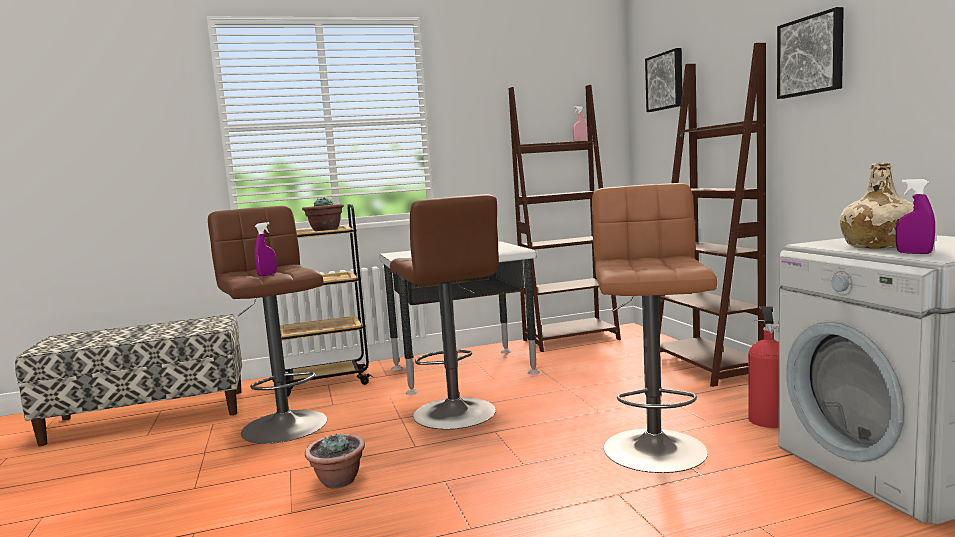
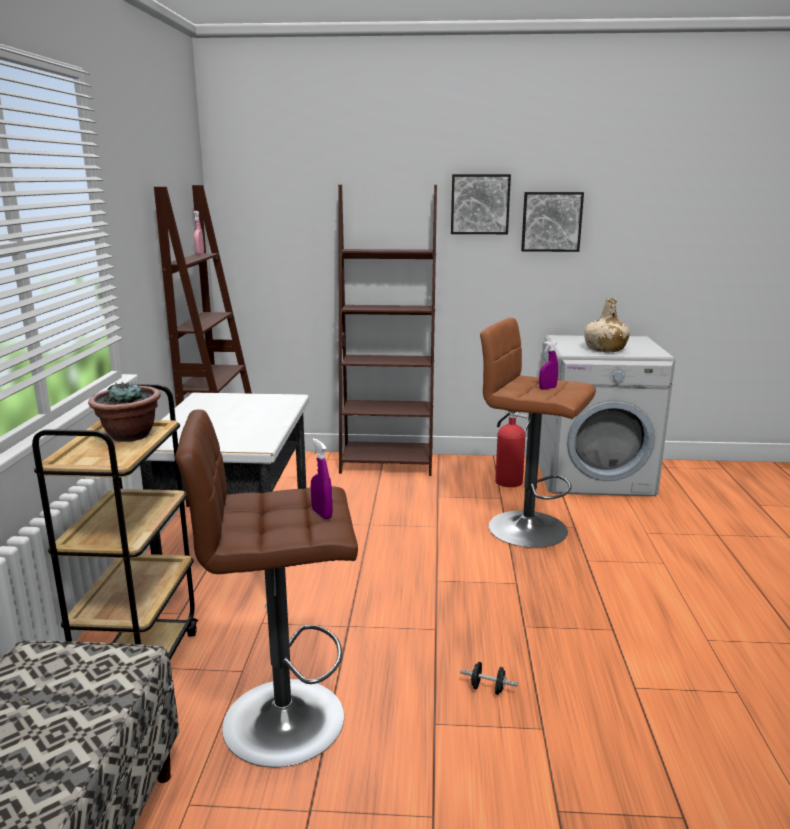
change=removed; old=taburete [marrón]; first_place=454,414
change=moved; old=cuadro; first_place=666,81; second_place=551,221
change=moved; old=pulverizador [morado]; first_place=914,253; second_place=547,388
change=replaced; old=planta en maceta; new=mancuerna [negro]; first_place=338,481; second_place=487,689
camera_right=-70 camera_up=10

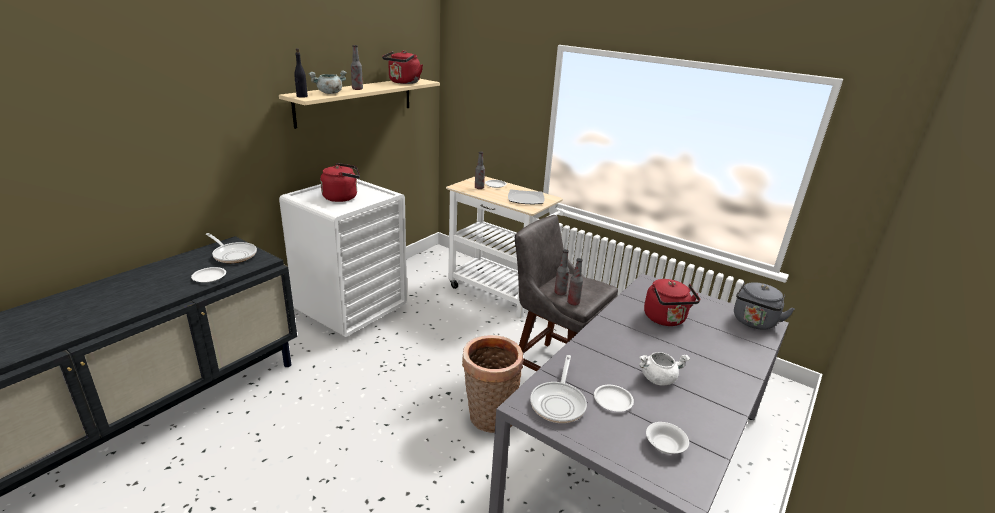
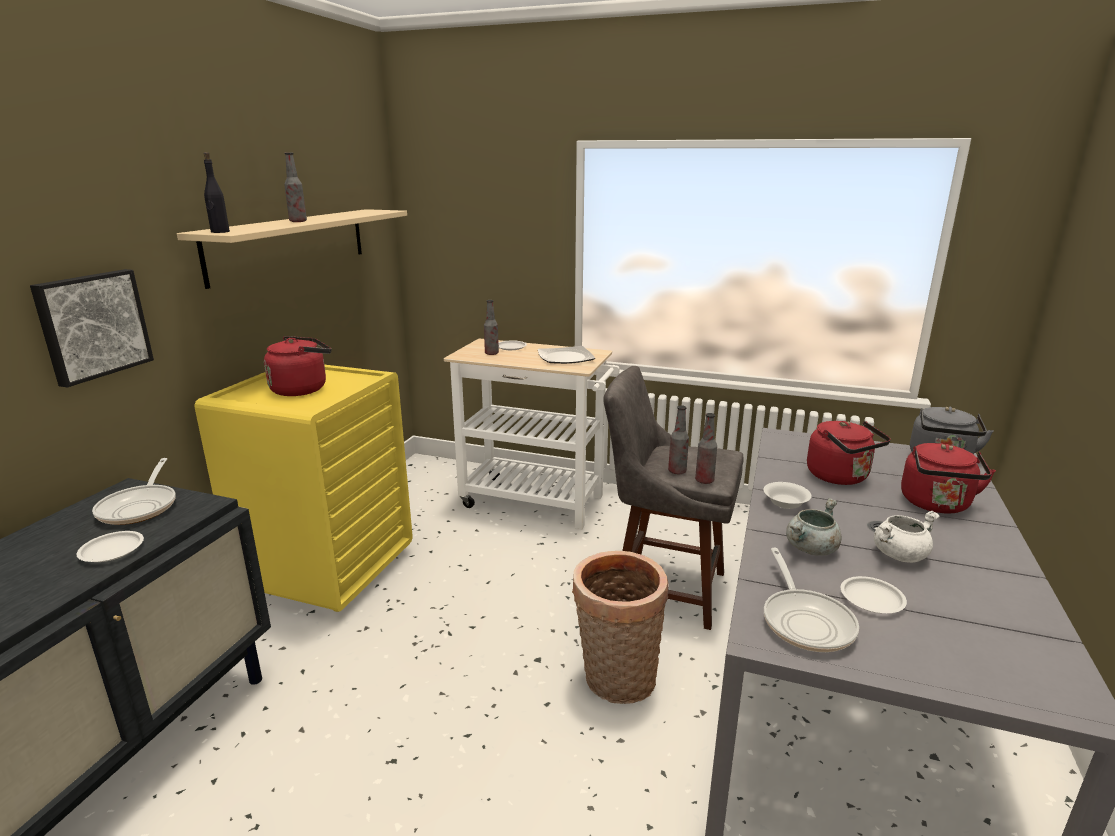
change=added; new=cuadro; second_place=92,325
change=moved; old=olla [gris]; first_place=329,93; second_place=811,549
change=moved; old=hervidor [rojo]; first_place=403,82; second_place=936,505
change=moved; old=cuenco [blanco]; first_place=665,445; second_place=786,503
change=recoloured; old=cómoda [blanco]; new=cómoda [amarillo]; first_place=352,311; second_place=329,572
change=turned; old=sartén; first_place=233,254; second_place=140,507; degrees=60
camera_right=-15 camera_up=-5

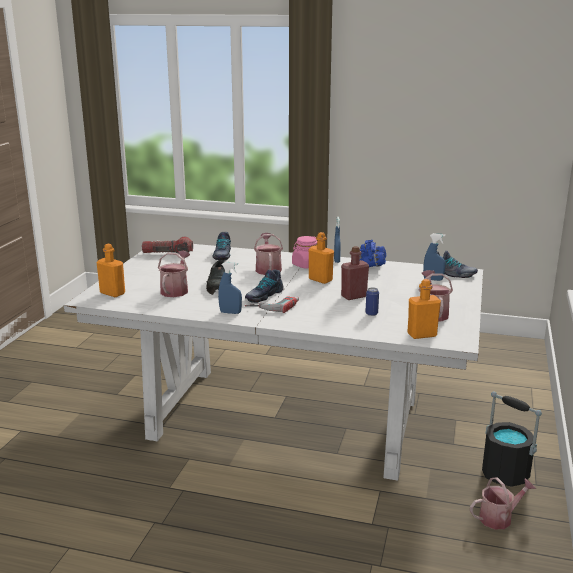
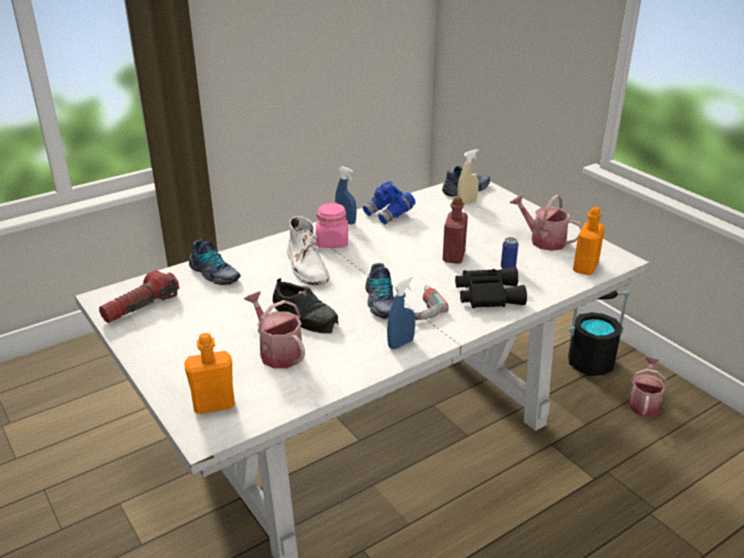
change=removed; old=botella [naranja]; first_place=320,280
change=added; new=prismáticos [negro]; second_place=487,294
change=replaced; old=regadera; new=bota [blanco]; first_place=268,269; second_place=307,267
change=recoloured; old=pulverizador [azul]; new=pulverizador [beis]; first_place=433,279; second_place=467,203
camera_right=-50 camera_up=10

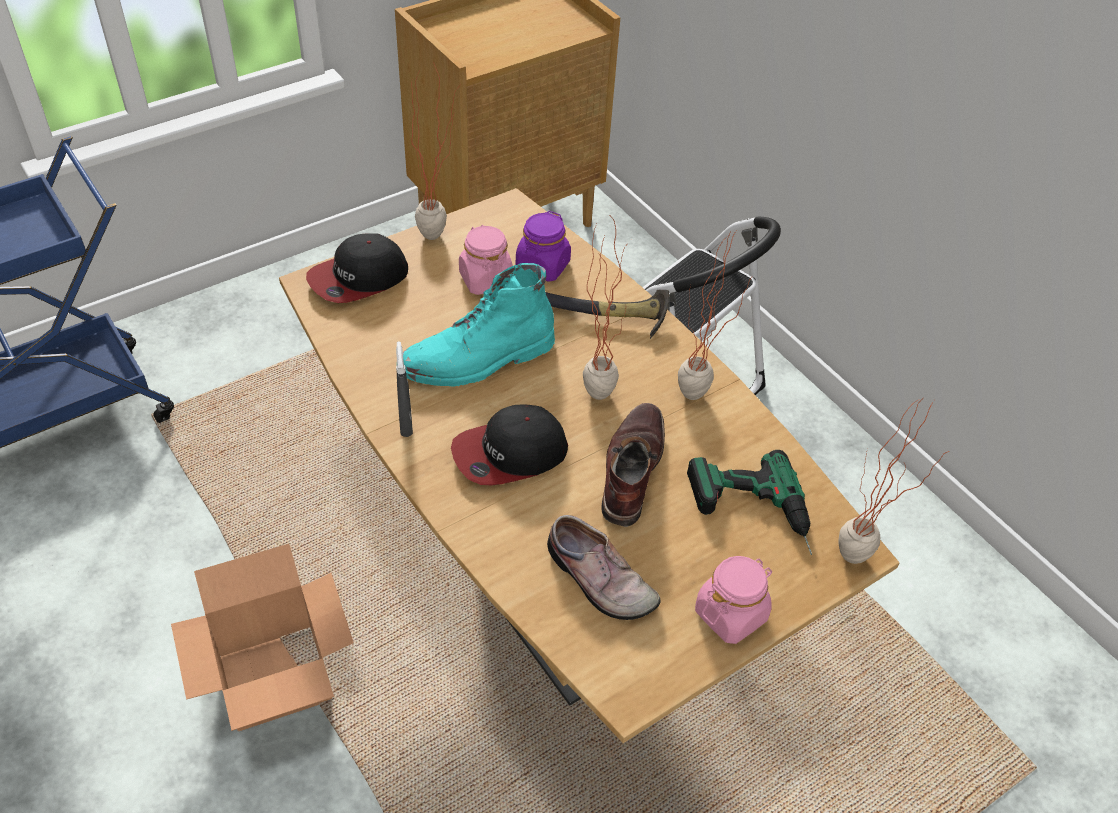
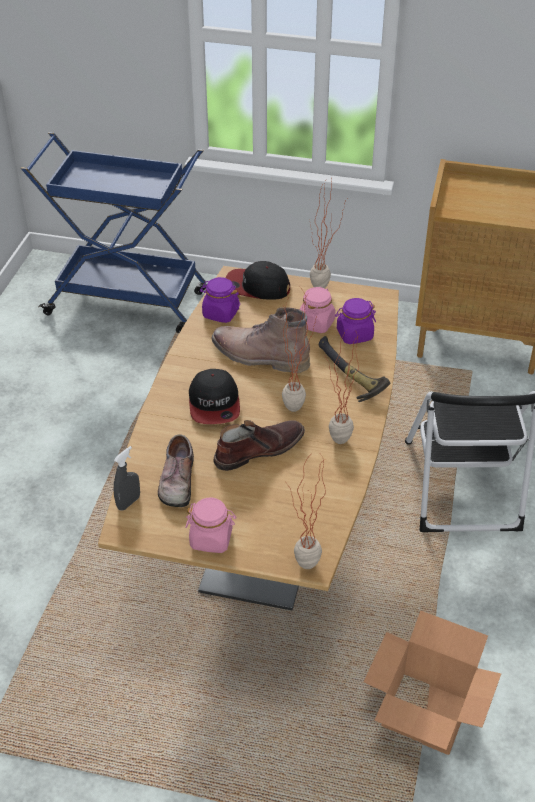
change=removed; old=taladro; first_place=752,514
change=added; new=tarro [morado]; second_place=220,313
change=moved; old=caja de cartón; first_place=277,676; second_place=427,713
change=moved; old=pulverizador [gris]; first_place=406,424; second_place=128,502
change=recoloured; old=bota [turquesa]; new=bota [marrón]; first_place=477,360; second_place=259,356
change=turned; old=gorra; first_place=509,454; second_place=214,404; degrees=-120
camera_right=50 camera_up=-5

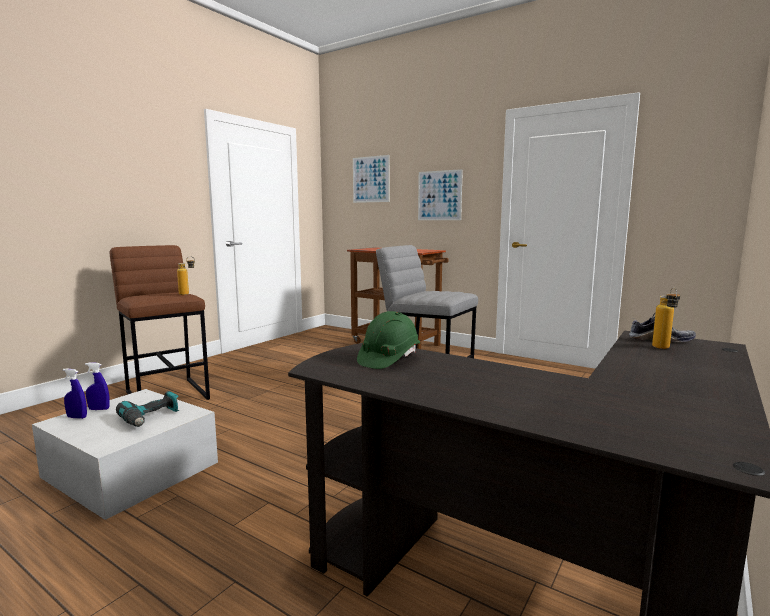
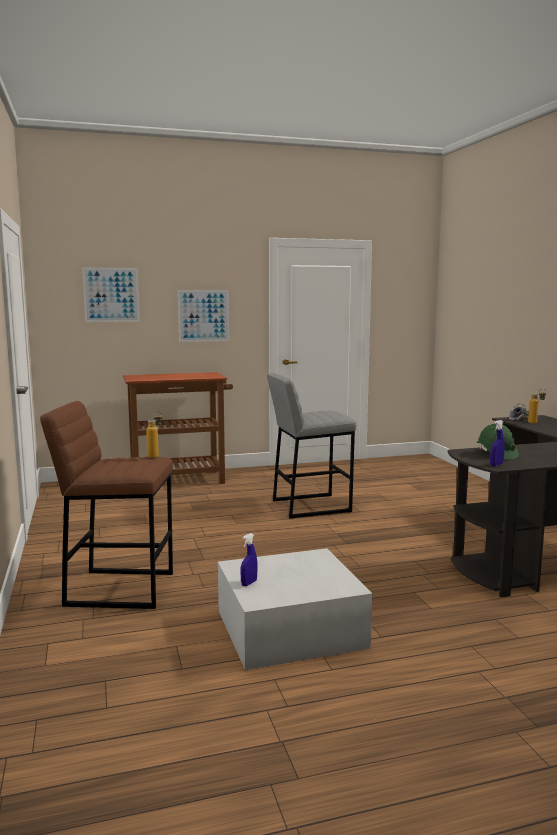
change=removed; old=taladro; first_place=151,418
change=moved; old=pulverizador [azul]; first_place=77,417; second_place=496,465
camera_right=-50 camera_up=0

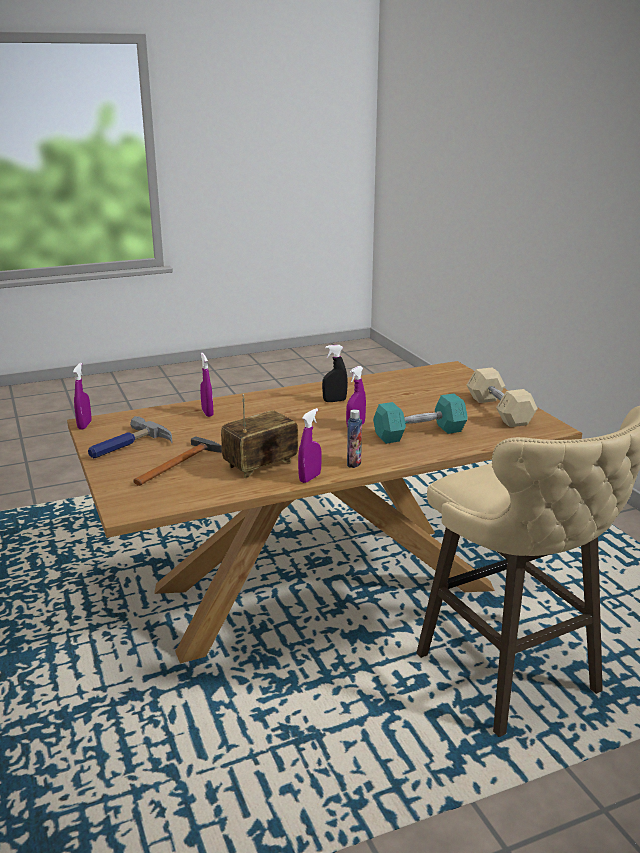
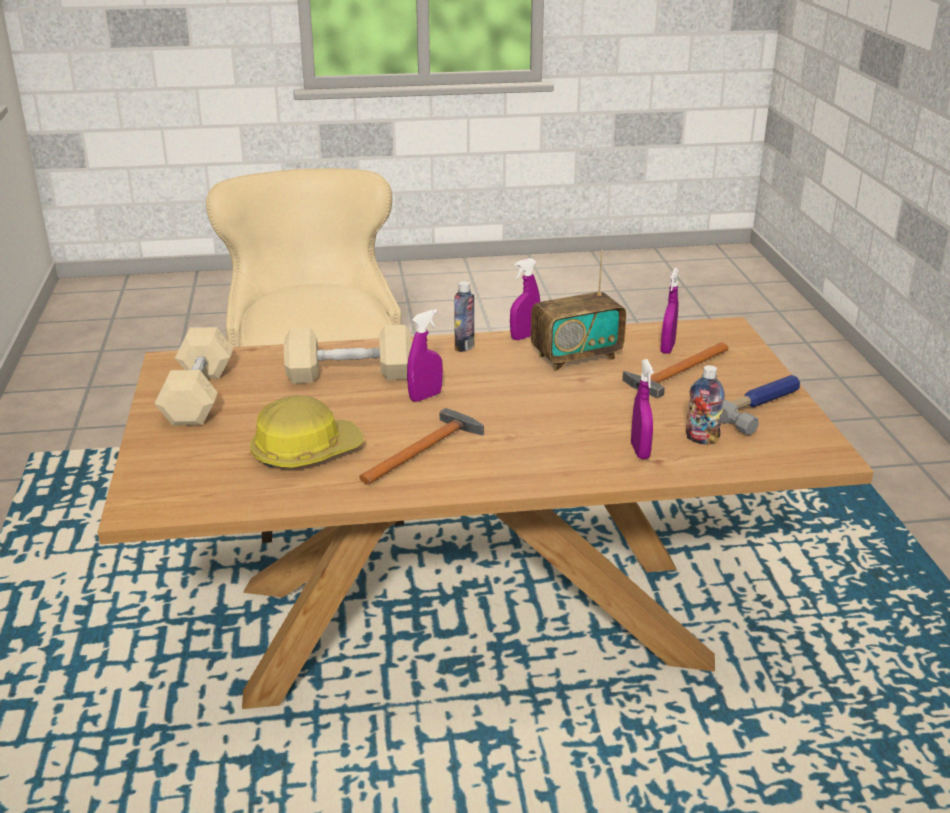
change=added; new=casco; second_place=305,451
change=added; new=botella; second_place=702,439
change=moved; old=pulverizador [morado]; first_place=84,425; second_place=667,348
change=replaced; old=pulverizador [negro]; new=martillo; first_place=334,401; second_place=424,449
change=recoloured; old=mancuerna [turquesa]; new=mancuerna [beis]; first_place=419,433; second_place=350,375
camera_right=-165 camera_up=5

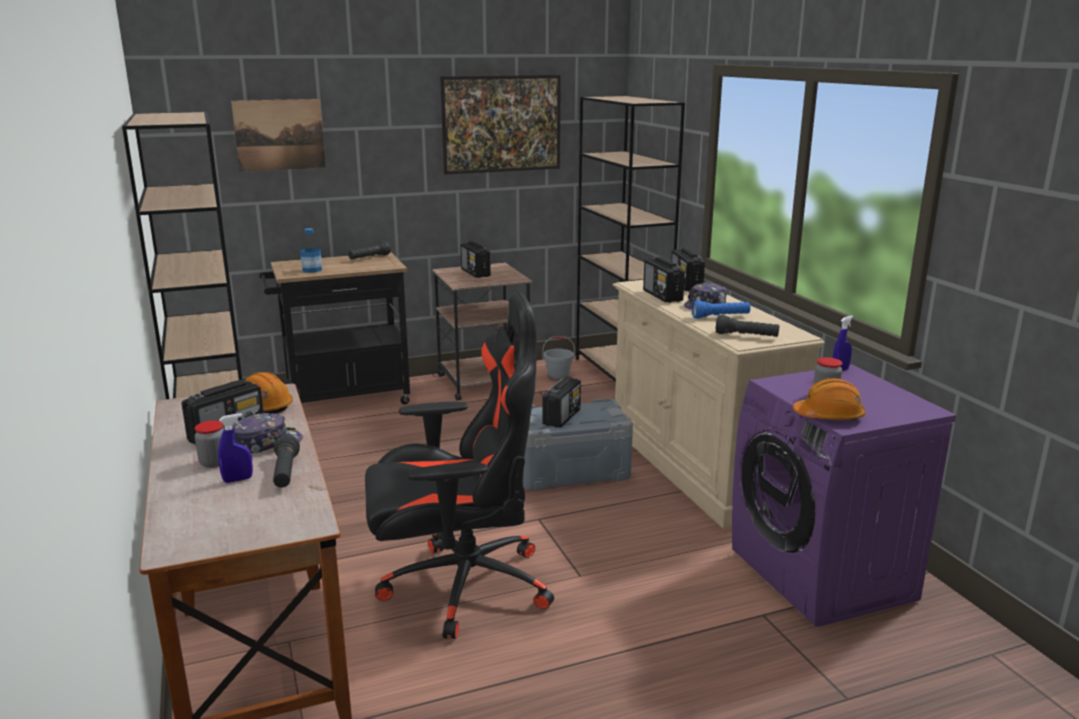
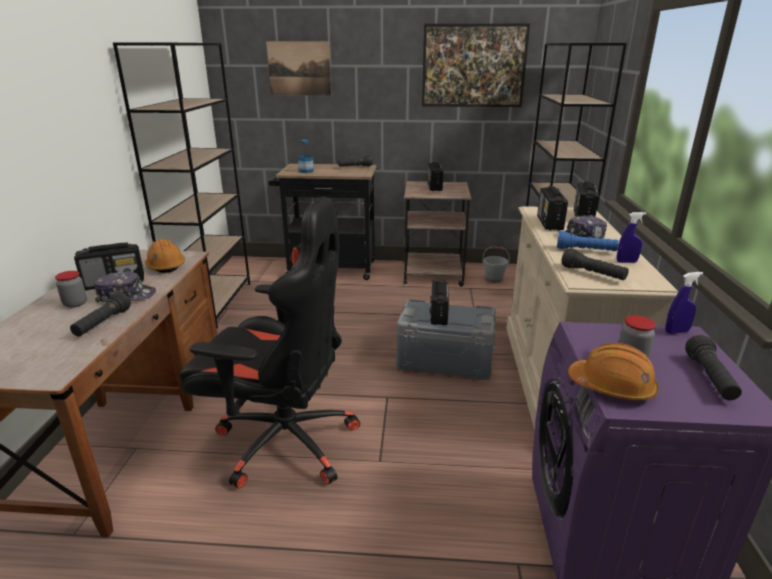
change=added; new=linterna [negro]; second_place=710,379
change=moved; old=pulverizador [azul]; first_place=238,480; second_place=626,262
change=turned; old=radio; first_place=562,417; second_place=438,315; degrees=135
camera_right=25 camera_up=5

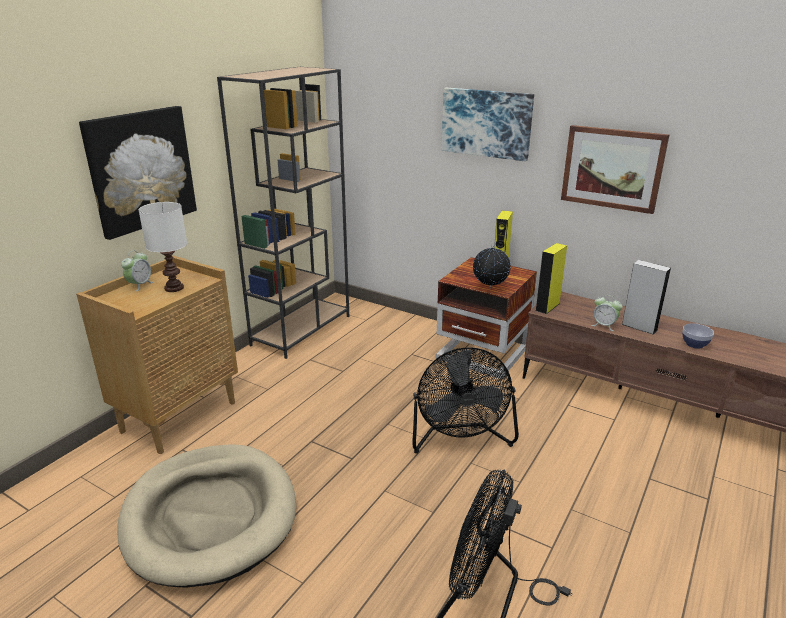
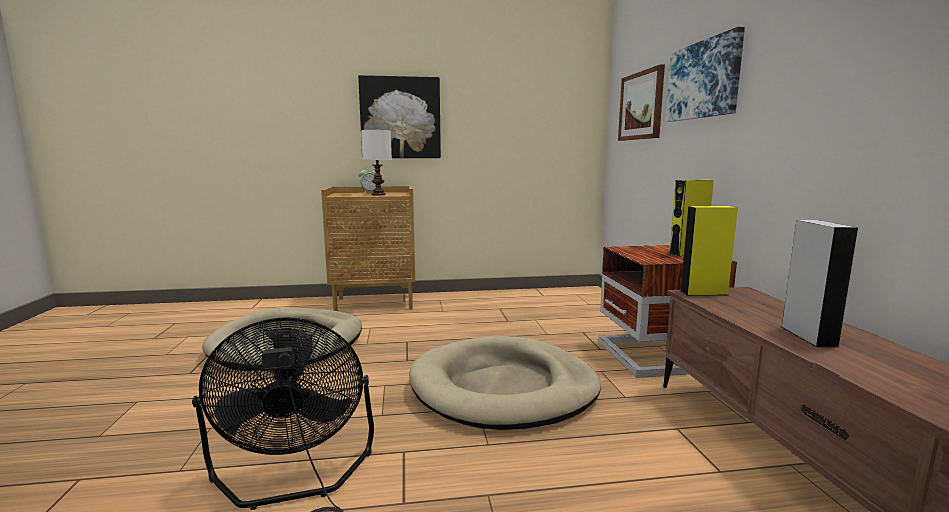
change=removed; old=estantería; first_place=301,330
change=removed; old=globo terráqueo; first_place=489,288
change=removed; old=despertador; first_place=604,326
change=removed; old=cuenco; first_place=694,344
change=moved; old=cuadro; first_place=612,168; second_place=641,106
change=replaced; old=ventilador [negro]; new=cama para perro [beis]; first_place=456,436; second_place=504,388
camera_right=50 camera_up=-15

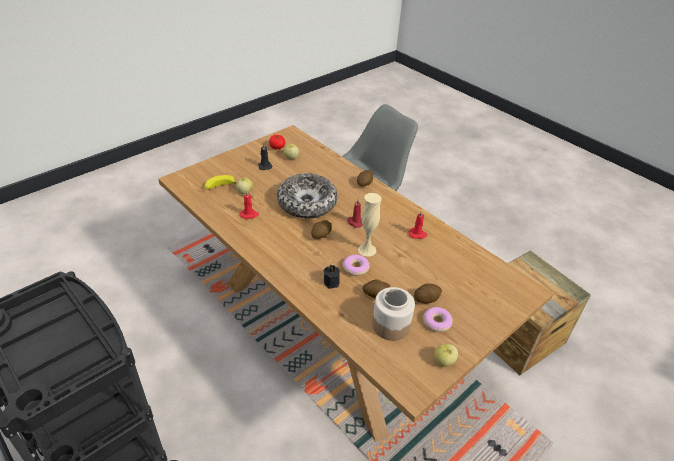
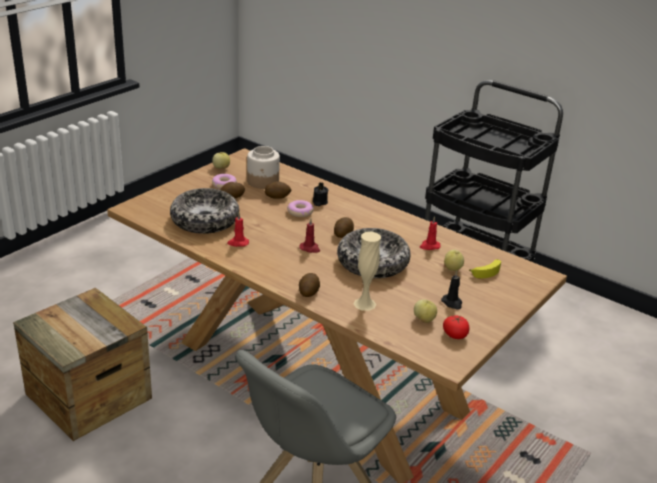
change=added; new=cuenco; second_place=205,220
change=moved; old=florero [beis]; first_place=367,250; second_place=364,304
camera_right=170 camera_up=-10

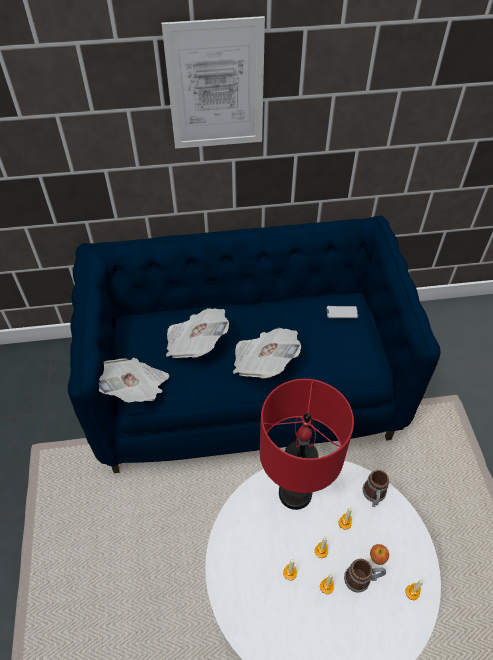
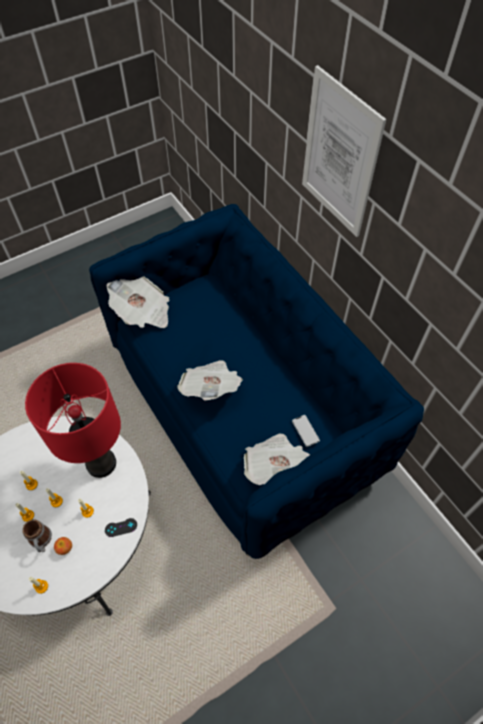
change=moved; old=periódico; first_place=195,343; second_place=276,466
change=replaced; old=taza grande; new=mando de consola [negro]; first_place=373,496; second_place=121,527
camera_right=65 camera_up=5

